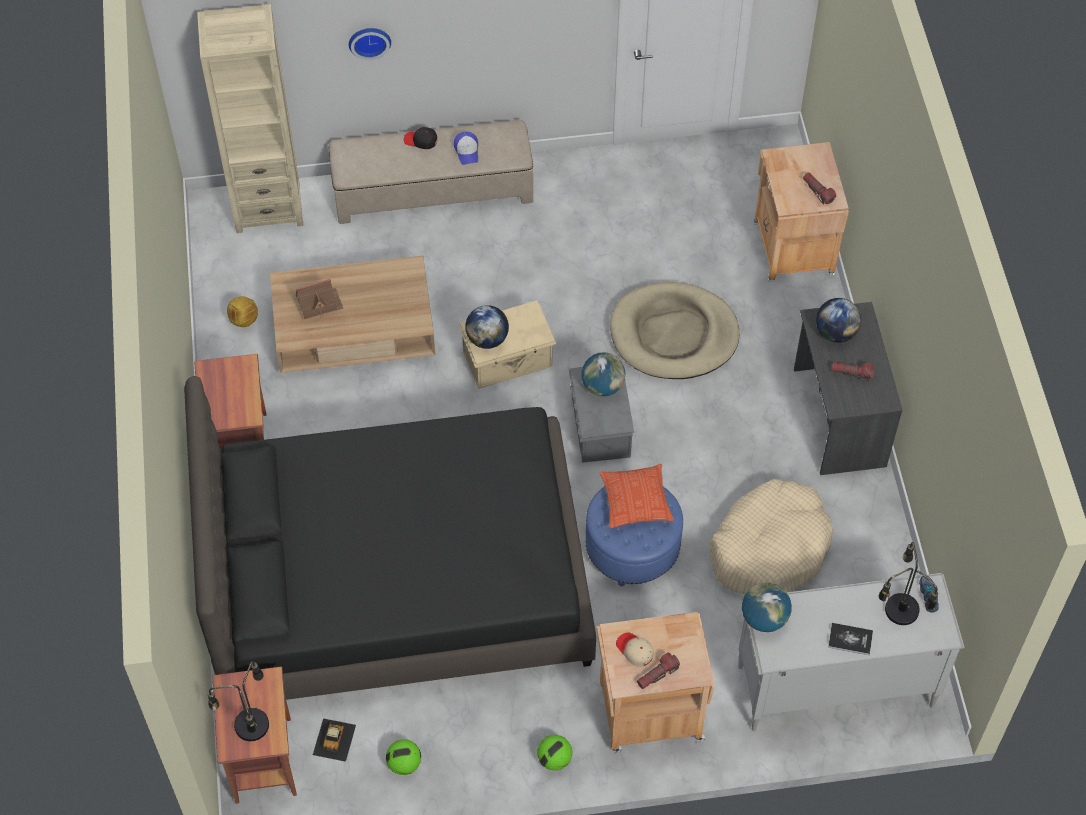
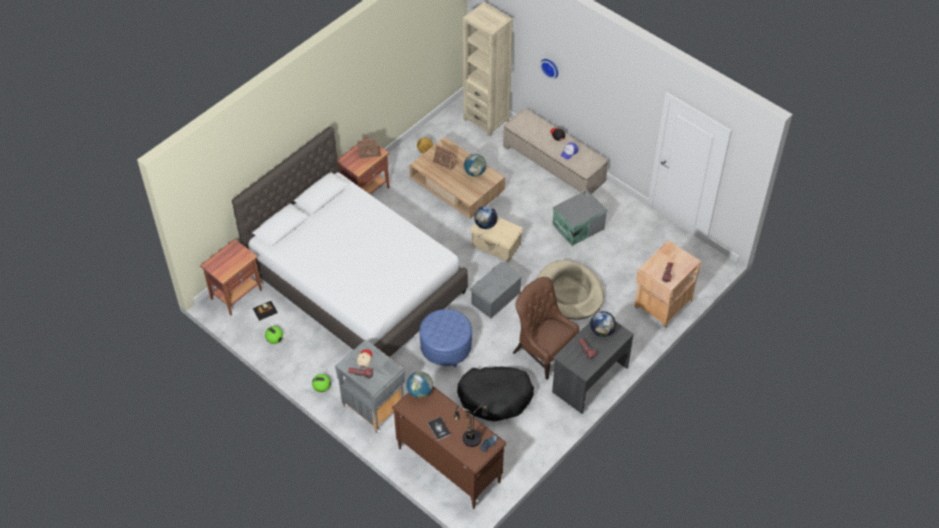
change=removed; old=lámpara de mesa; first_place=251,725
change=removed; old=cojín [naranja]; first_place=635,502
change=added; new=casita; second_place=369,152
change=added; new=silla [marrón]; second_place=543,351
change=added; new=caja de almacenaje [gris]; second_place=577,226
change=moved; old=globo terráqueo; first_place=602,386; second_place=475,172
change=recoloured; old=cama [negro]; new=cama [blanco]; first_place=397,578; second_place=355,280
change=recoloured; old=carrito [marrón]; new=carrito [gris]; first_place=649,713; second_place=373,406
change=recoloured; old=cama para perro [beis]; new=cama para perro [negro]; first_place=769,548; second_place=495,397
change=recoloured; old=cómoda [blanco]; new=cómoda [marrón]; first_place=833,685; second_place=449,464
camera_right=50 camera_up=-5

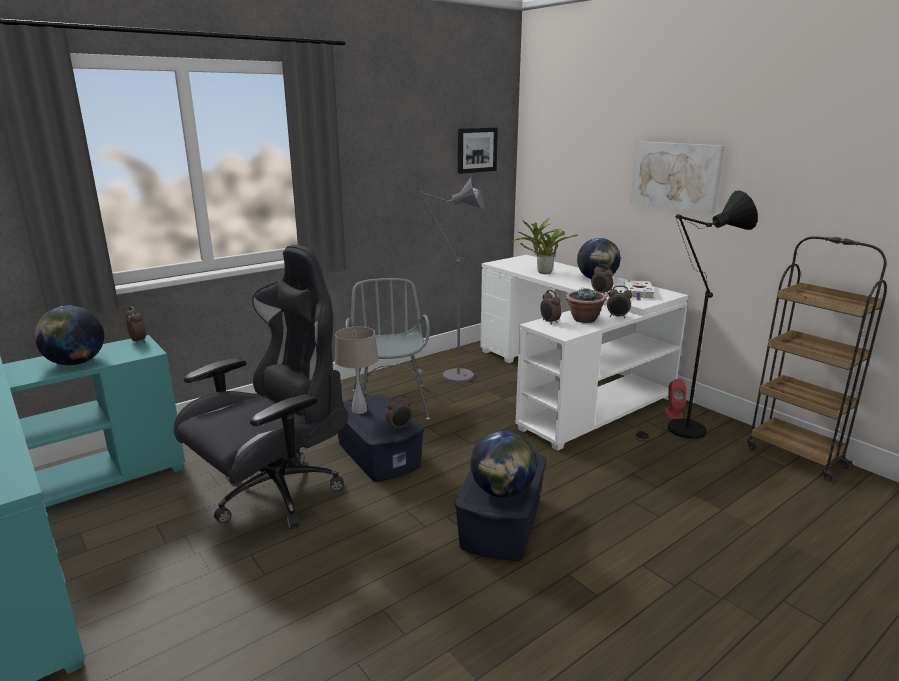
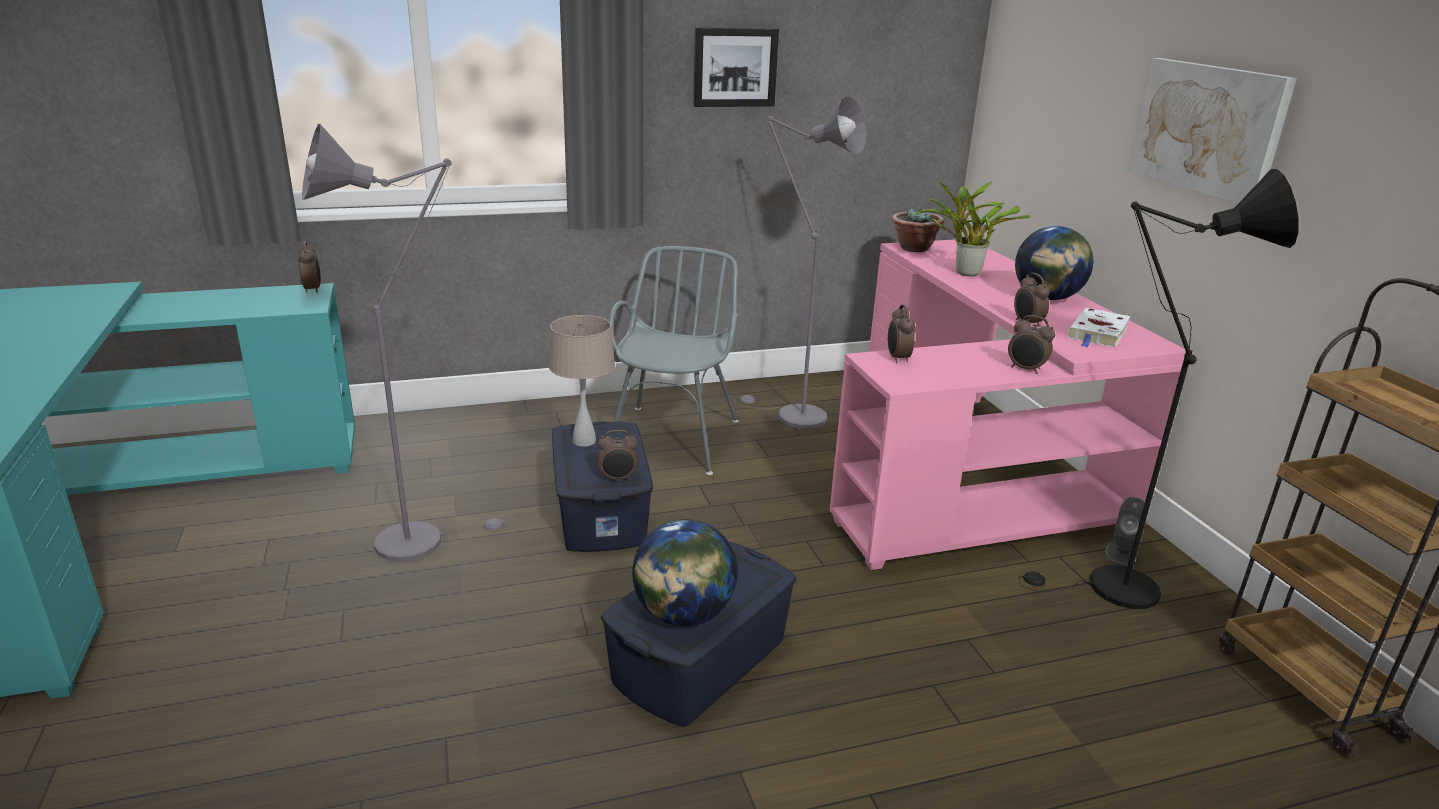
change=removed; old=globo terráqueo; first_place=75,363
change=moved; old=cuadro; first_place=476,150; second_place=734,67
change=moved; old=planta en maceta; first_place=584,319; second_place=913,248
change=replaced; old=silla de oficina [negro]; new=lámpara de pie [gris]; first_place=270,498; second_place=421,538
change=recoloured; old=escritorio [blanco]; new=escritorio [rosa]; first_place=570,385; second_place=972,467
change=recoloured; old=altavoz [rojo]; new=altavoz [gris]; first_place=673,413; second_place=1121,554
camera_right=20 camera_up=5

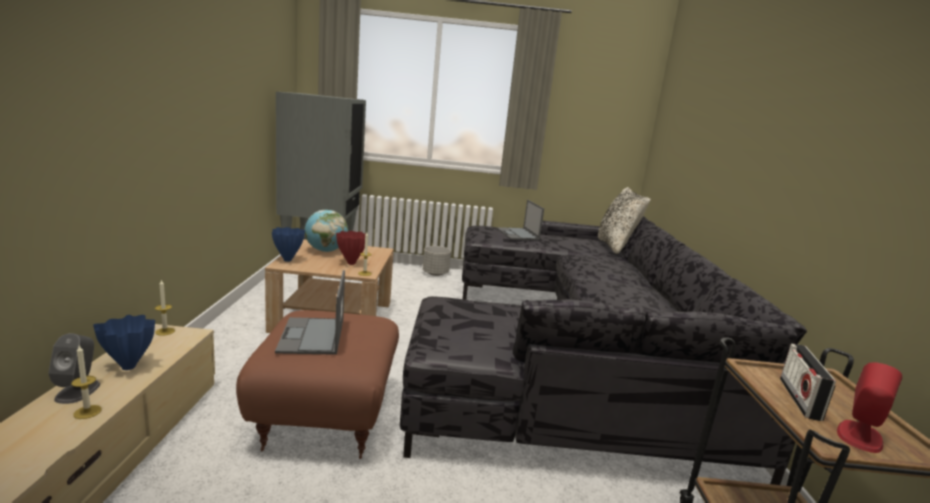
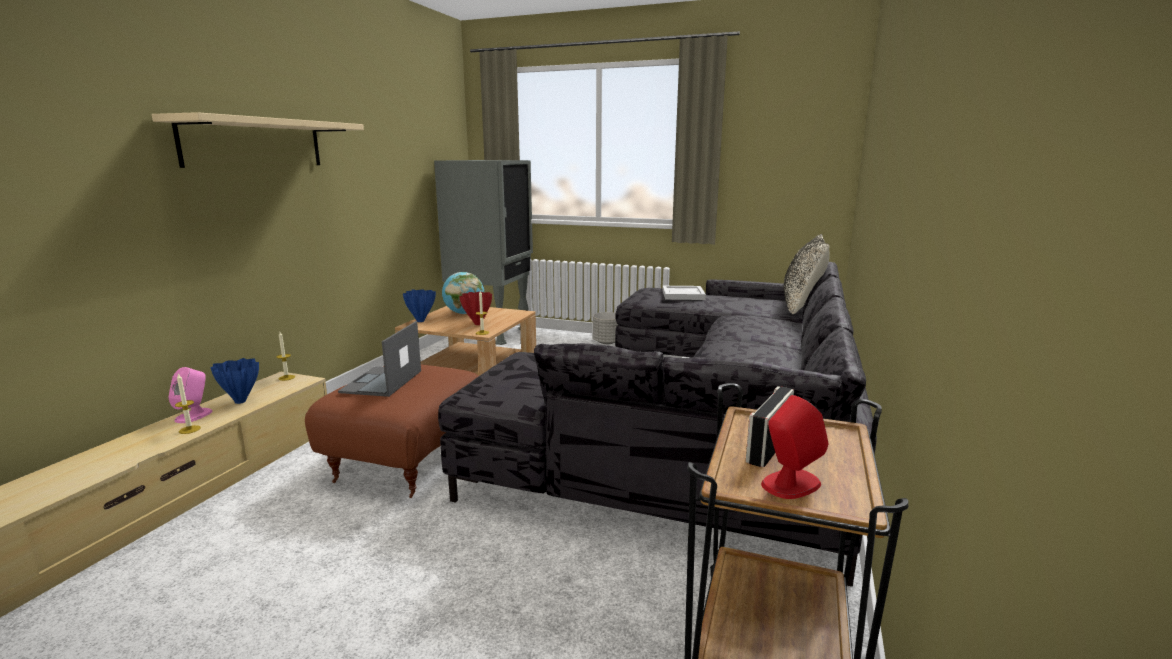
change=added; new=estante [beis]; second_place=254,143
change=replaced; old=portátil; new=bandeja [blanco]; first_place=518,234; second_place=683,295
change=recoloured; old=altavoz [gris]; new=altavoz [rosa]; first_place=78,391; second_place=194,415
camera_right=20 camera_up=0

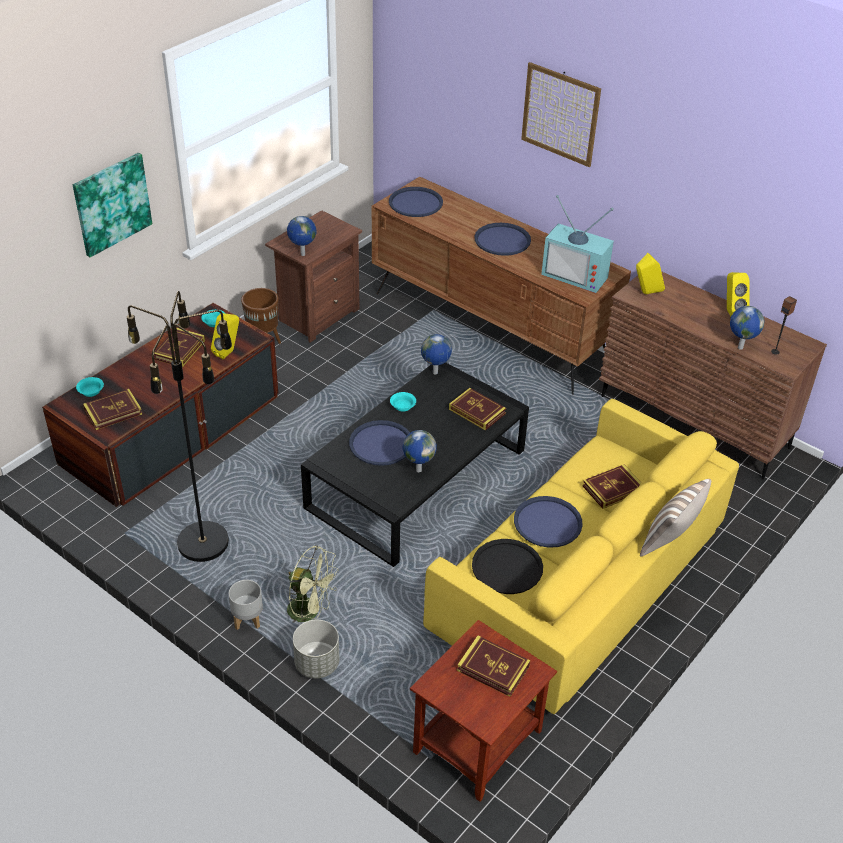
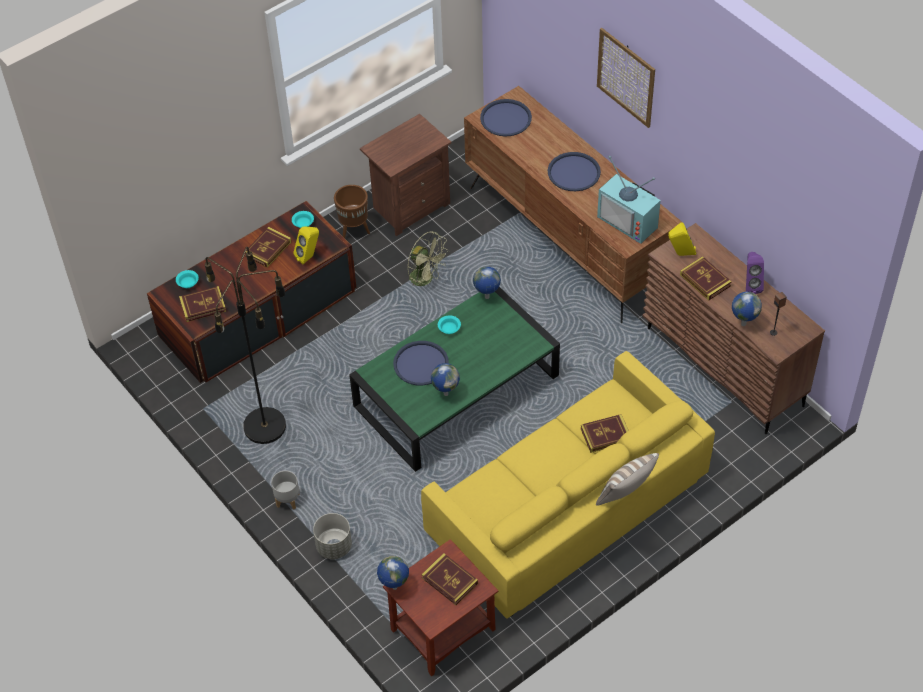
change=removed; old=cuadro; first_place=111,203
change=removed; old=bandeja [negro]; first_place=507,567
change=removed; old=bandeja [azul]; first_place=547,523
change=moved; old=globo terráqueo; first_place=302,254; second_place=394,587
change=moved; old=ventilador [verde]; first_place=310,612; second_place=426,279
change=moved; old=libro; first_place=477,411; second_place=705,280
change=recoloured; old=mesa de centro [negro]; new=mesa de centro [verde]; first_place=417,480; second_place=456,392
change=recoloured; old=altavoz [amarillo]; new=altavoz [morado]; first_place=731,313; second_place=750,285
camera_right=15 camera_up=10

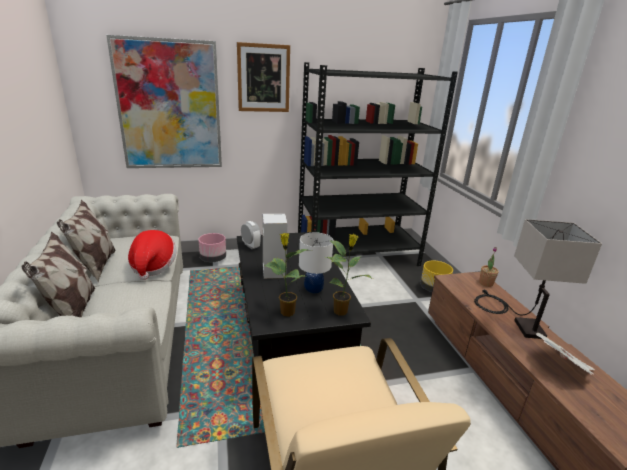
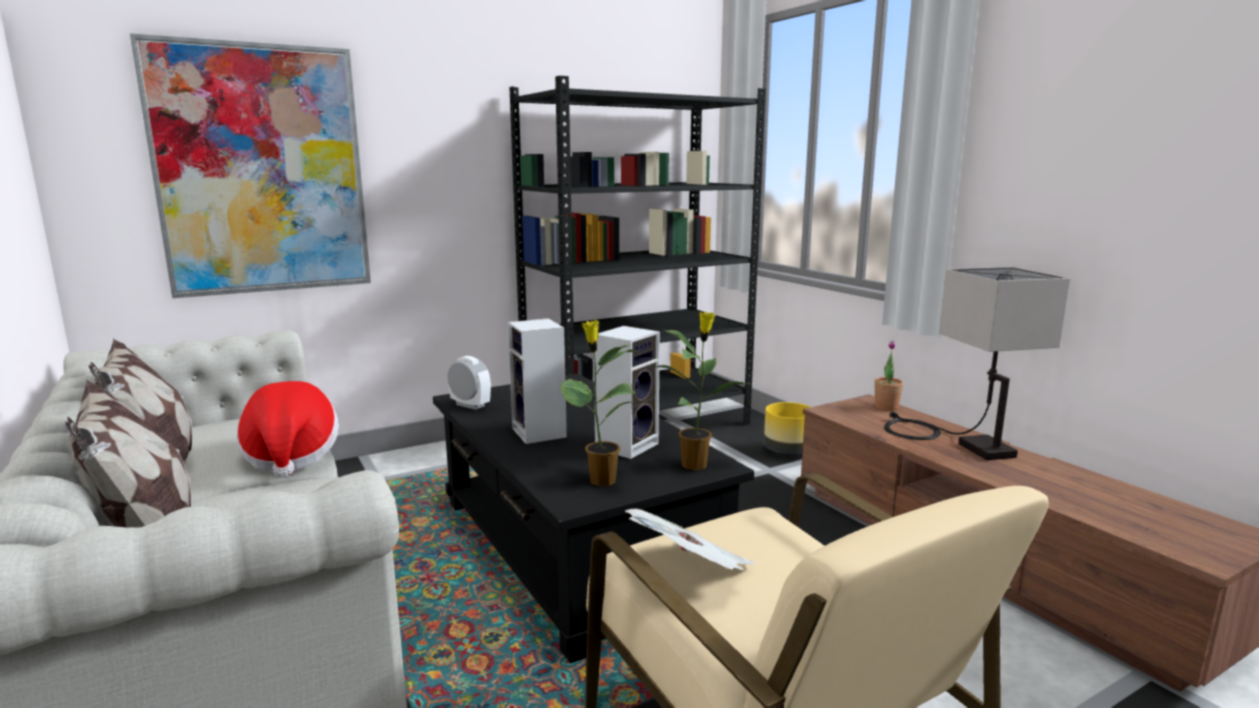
change=removed; old=maceta [rosa]; first_place=213,259
change=removed; old=cuadro; first_place=263,78
change=moved; old=periódico; first_place=562,366; second_place=691,571
change=replaced; old=lámpara de mesa [blanco]; new=altavoz; first_place=313,289; second_place=627,445
camera_right=-15 camera_up=-10

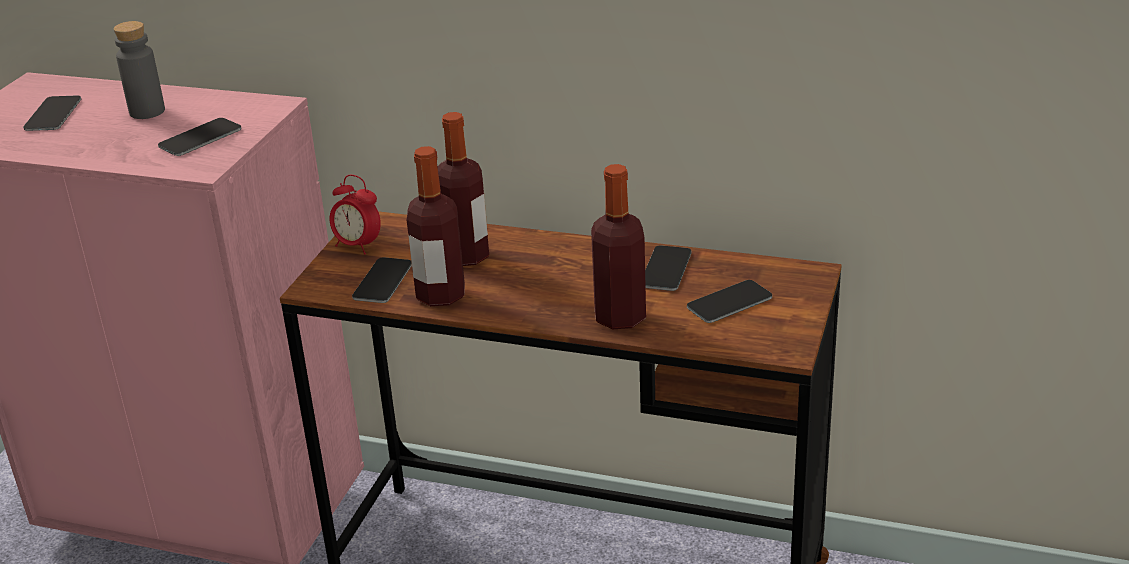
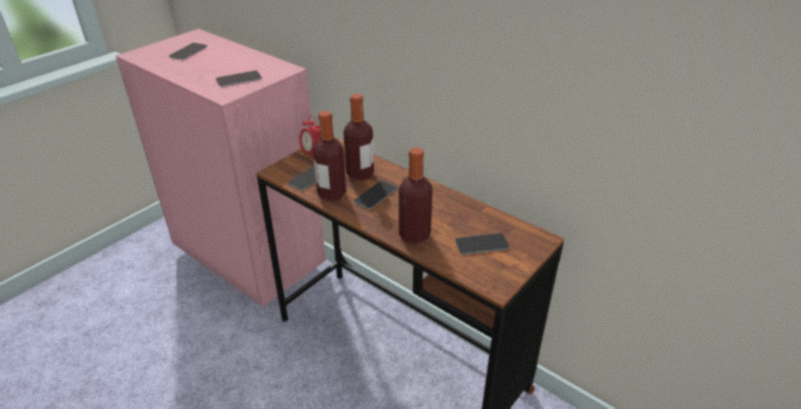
change=removed; old=botella [gris]; first_place=147,112
change=moved; old=móvil; first_place=666,269; second_place=375,195
camera_right=20 camera_up=5

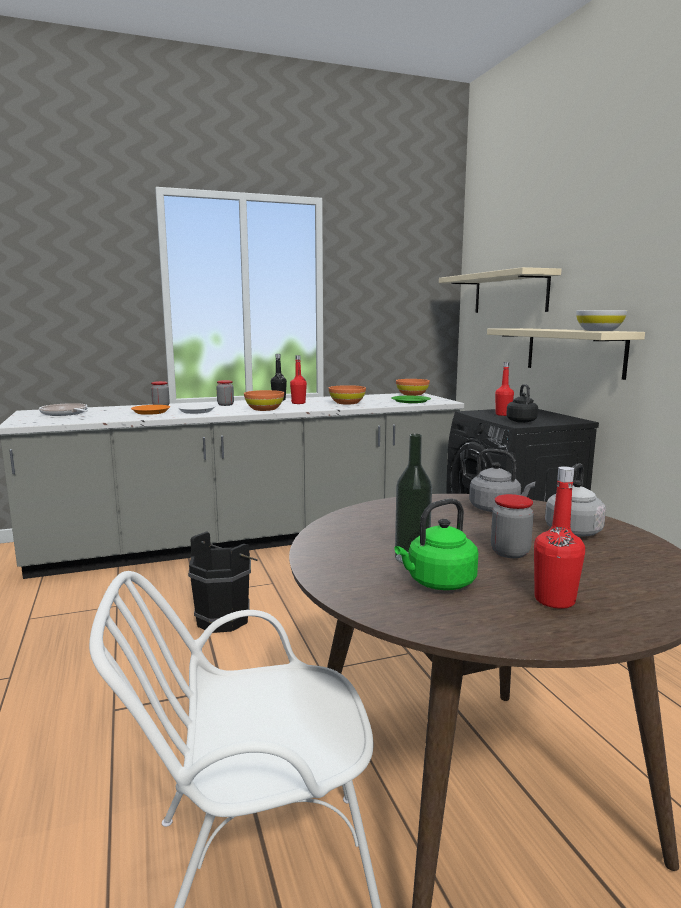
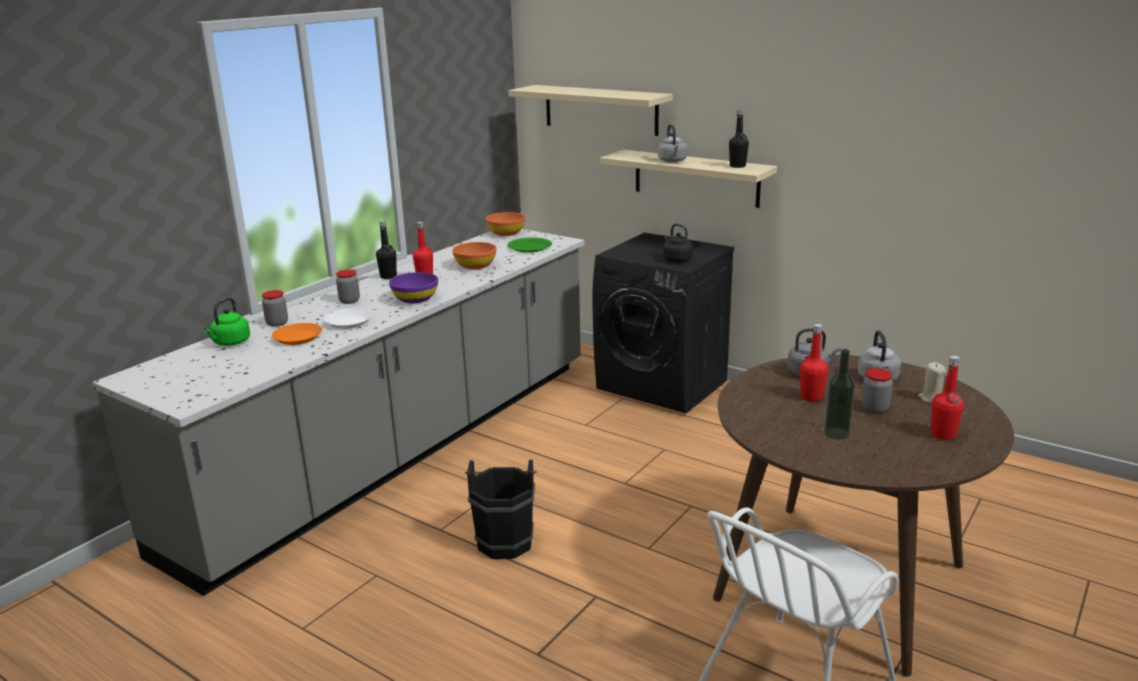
change=removed; old=sartén; first_place=65,413
change=added; new=hervidor [gris]; second_place=672,161
change=added; new=vela [beis]; second_place=931,398
change=moved; old=hervidor [verde]; first_place=438,583; second_place=230,343
change=moved; old=botella [rojo]; first_place=503,414; second_place=811,397
change=replaced; old=cuenco [blanco]; new=botella [negro]; first_place=599,330; second_place=737,166
change=recoloured; old=cuenco [naranja]; new=cuenco [morado]; first_place=264,409; second_place=415,299
camera_right=-35 camera_up=10

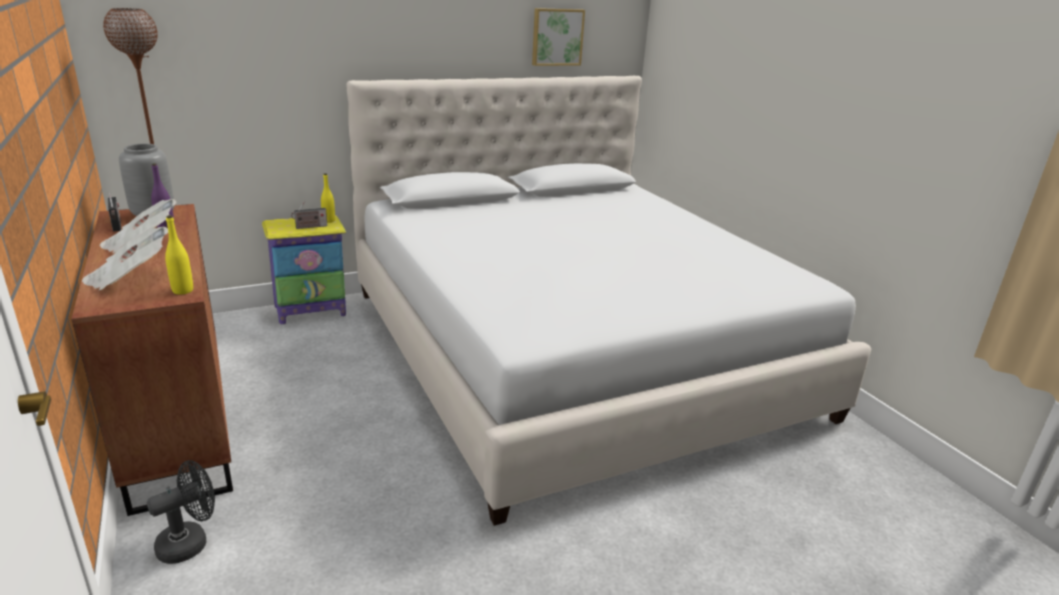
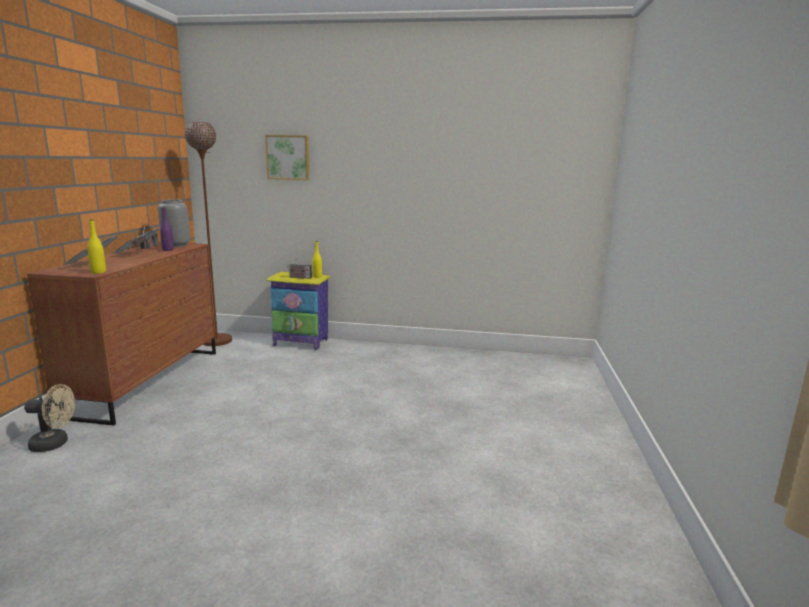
change=removed; old=cama [blanco]; first_place=571,350
change=moved; old=cuadro; first_place=557,37; second_place=288,157
change=recoloured; old=ventilador [negro]; new=ventilador [beis]; first_place=190,542; second_place=55,444
camera_right=35 camera_up=-10

